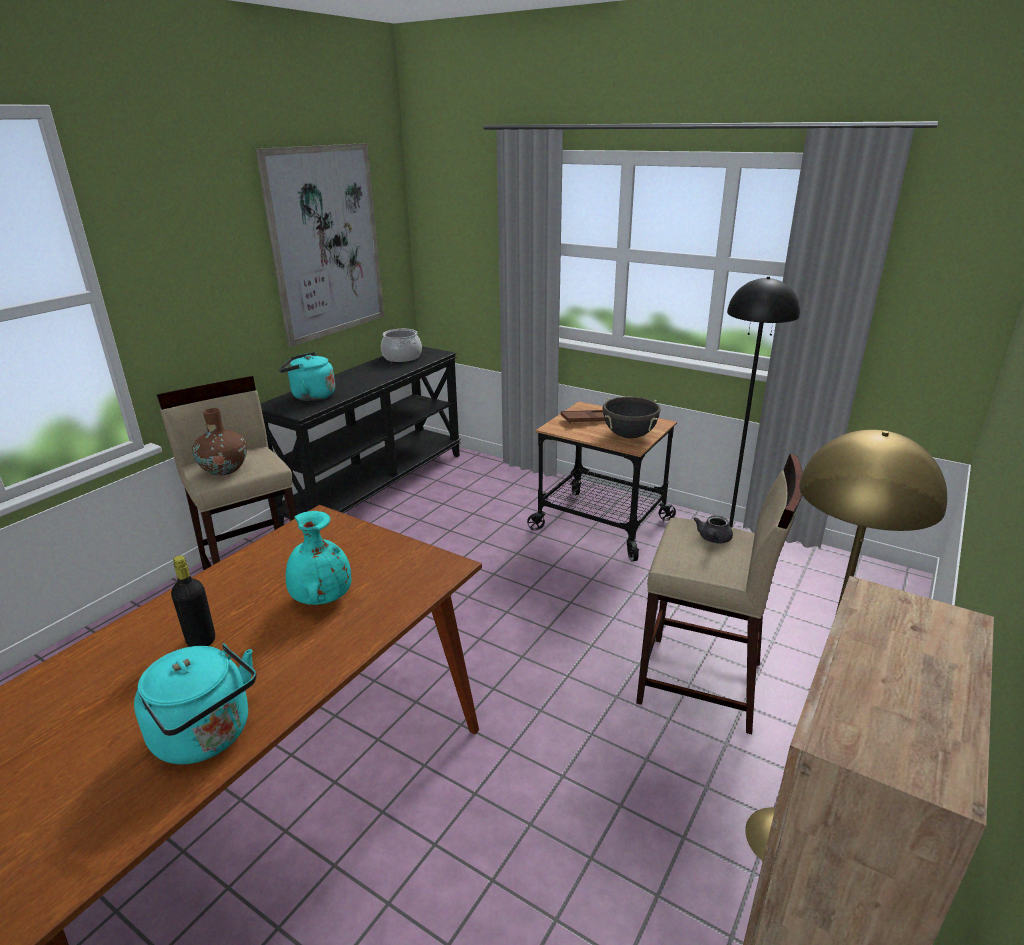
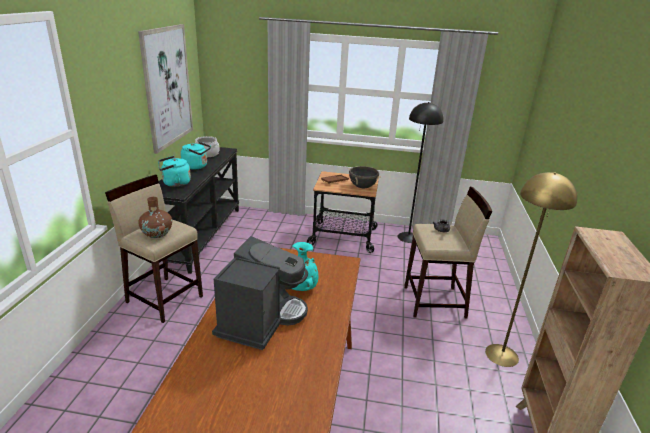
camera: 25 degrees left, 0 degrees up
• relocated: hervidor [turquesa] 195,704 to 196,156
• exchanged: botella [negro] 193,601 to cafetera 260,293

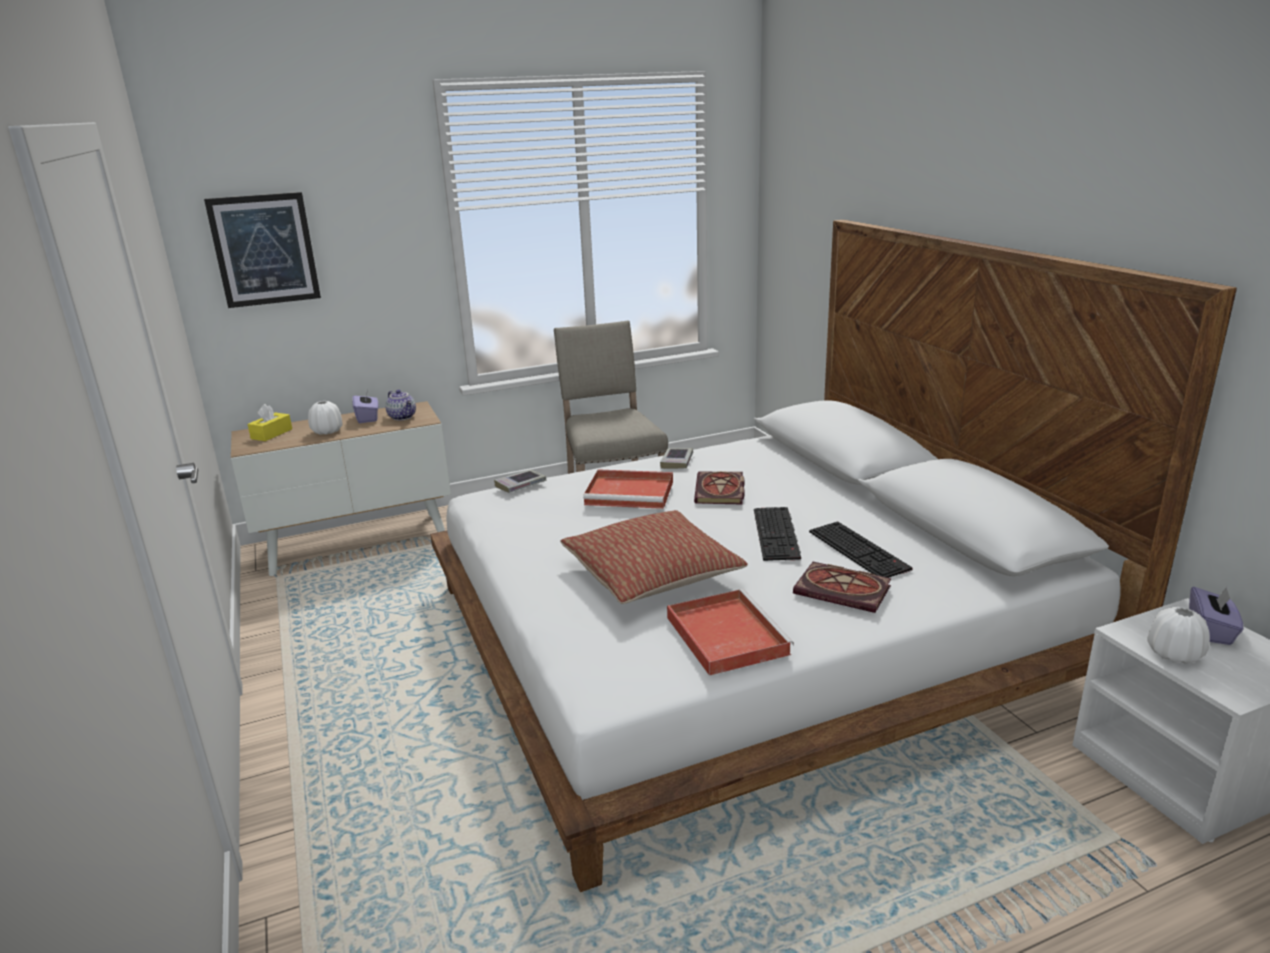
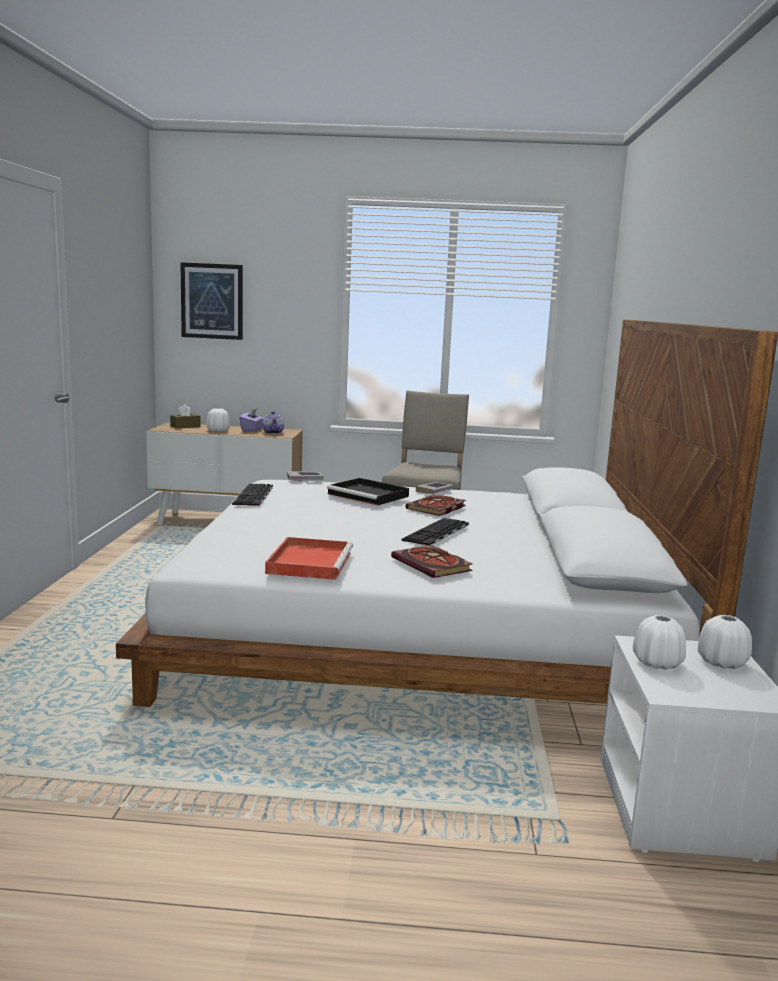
camera: 25 degrees right, 10 degrees down
• colour: caja de pañuelos [amarillo] 270,422 to caja de pañuelos [marrón] 185,416
• relocated: teclado 861,550 to 252,495
• colour: bandeja [rojo] 628,489 to bandeja [negro] 368,492
• exchanged: caja de pañuelos [morado] 1216,616 to florero [blanco] 725,642
• missing: cojín 654,557

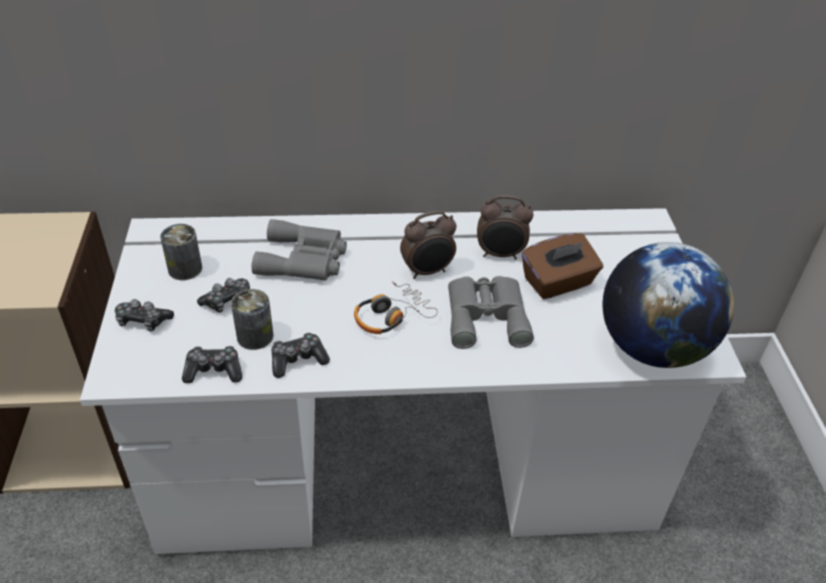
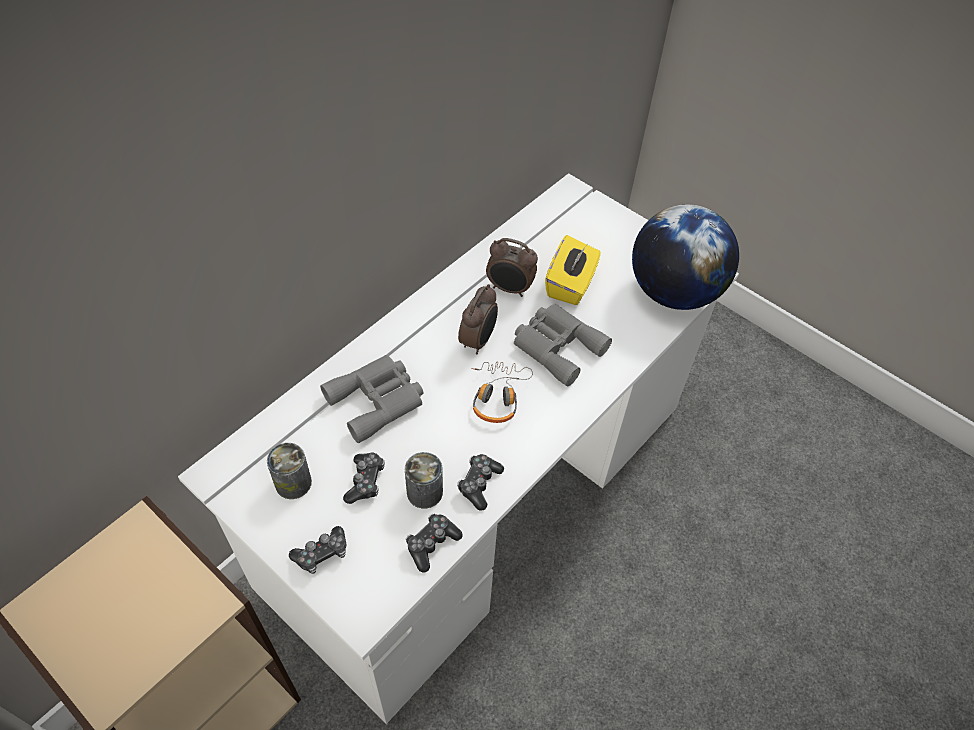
camera: 45 degrees left, 10 degrees up
• spun: despertador 505,227 = 512,267 60 degrees clockwise
• colour: caja de pañuelos [marrón] 562,266 to caja de pañuelos [amarillo] 573,270

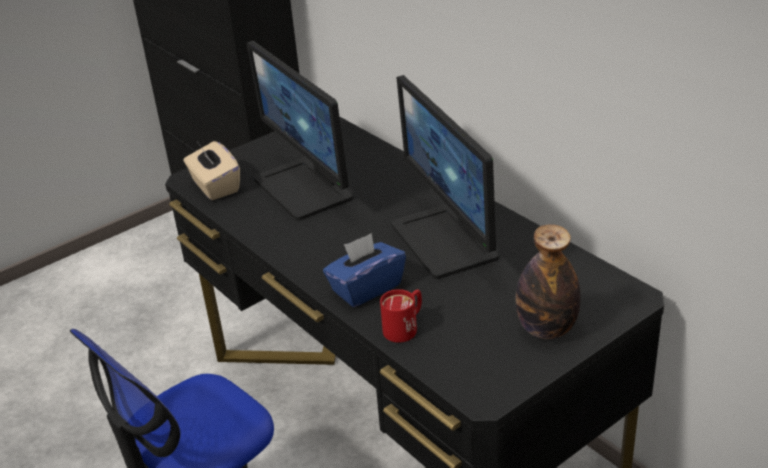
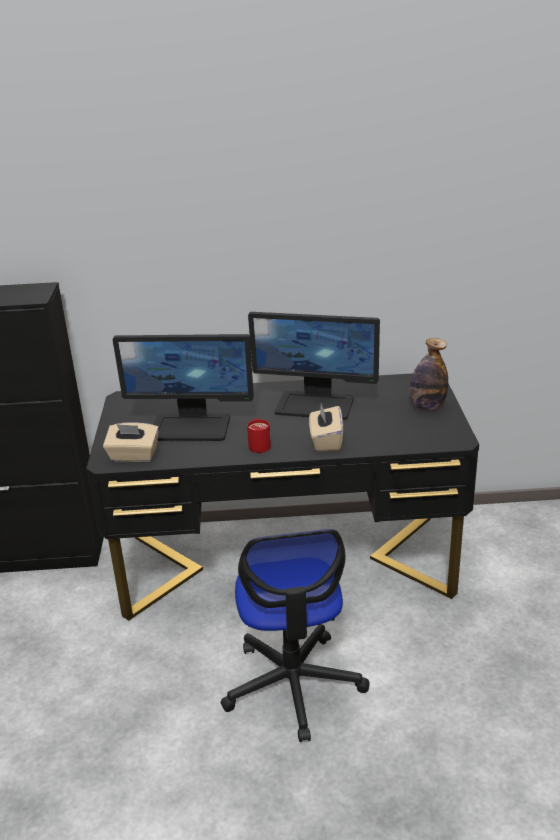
camera: 55 degrees left, 5 degrees down
• relocated: taza grande [rojo] 401,316 to 259,435
• colour: caja de pañuelos [azul] 364,270 to caja de pañuelos [beis] 326,427

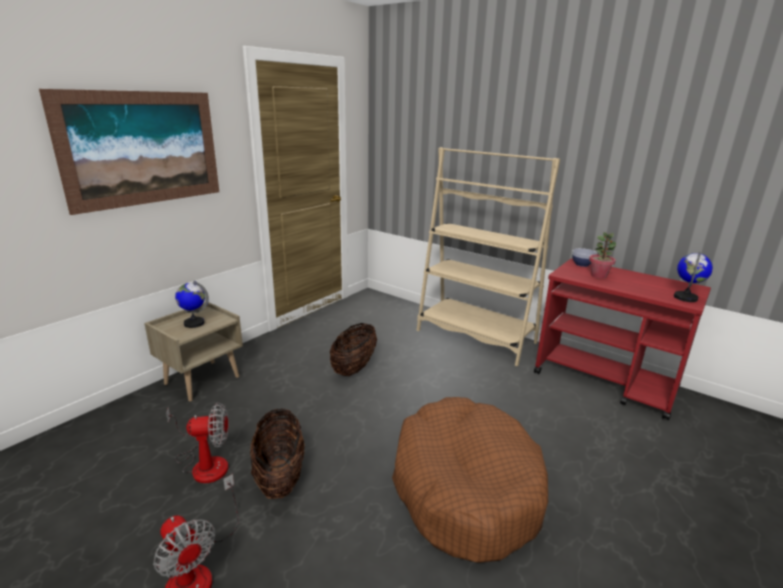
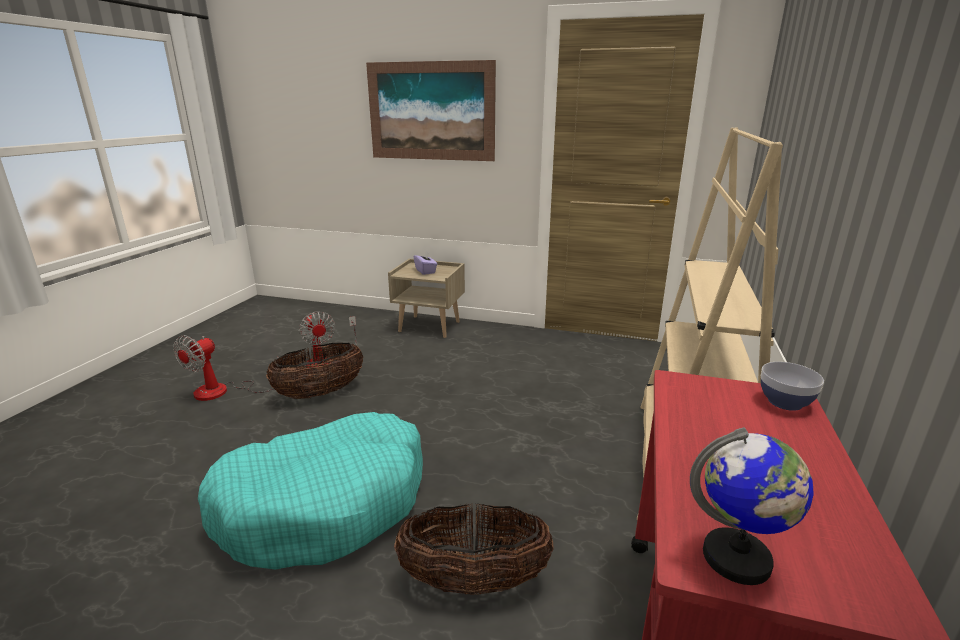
camera: 70 degrees right, 0 degrees up
• colour: cama para perro [marrón] 470,480 to cama para perro [turquesa] 310,490
• relocated: cesta 353,349 to 474,549
• exchanged: globo terráqueo 192,304 to caja de pañuelos [morado] 425,262
• missing: planta en maceta 602,255

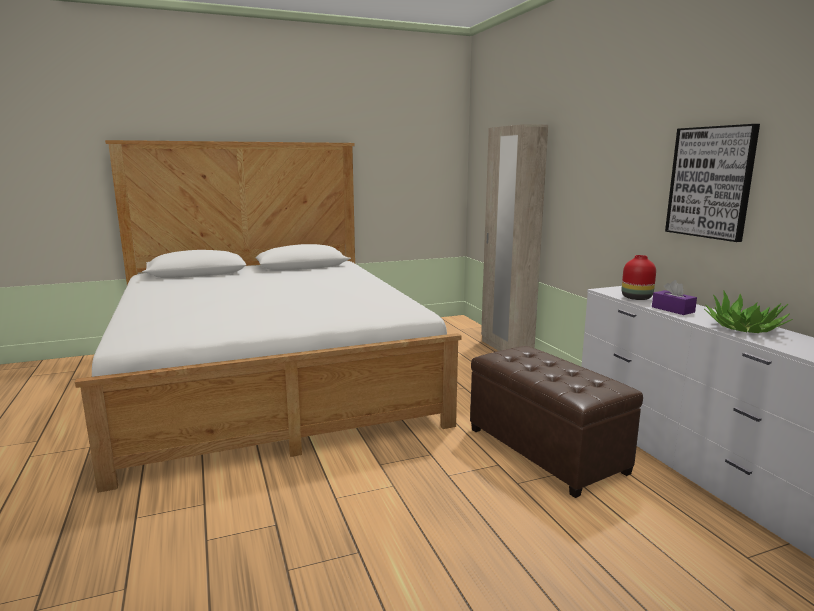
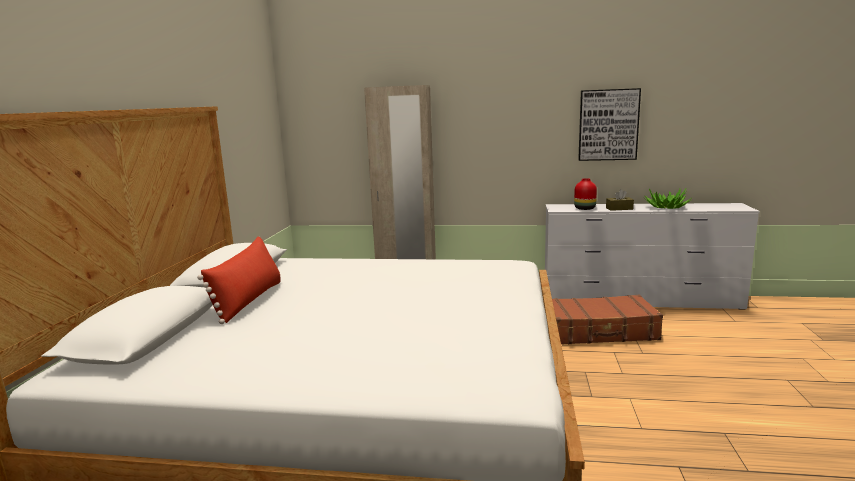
camera: 60 degrees left, 0 degrees up
• appeared: cojín [rojo] 239,280
• exchanged: puf [marrón] 556,422 to maleta [marrón] 607,319
• colour: caja de pañuelos [morado] 674,297 to caja de pañuelos [marrón] 620,200

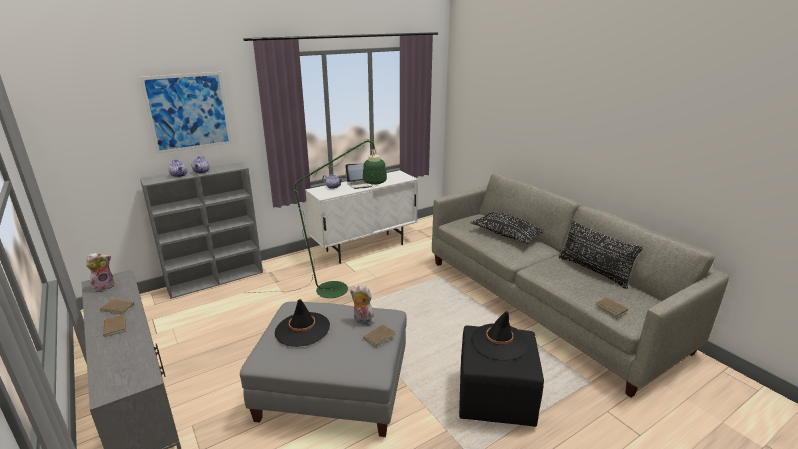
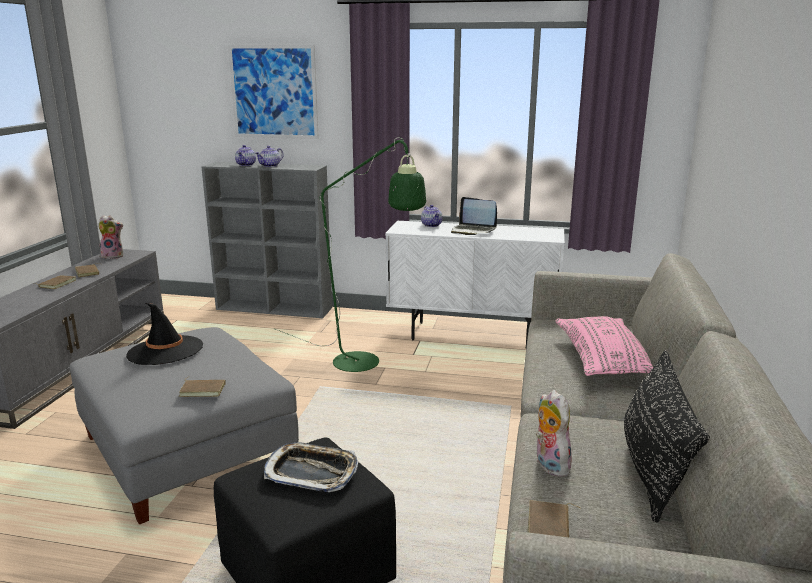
camera: 45 degrees right, 5 degrees down
• exchanged: sombrero [negro] 499,336 to bandeja 311,467
• relocated: peluche 362,305 to 555,433
• colour: cojín [negro] 507,228 to cojín [rosa] 604,346

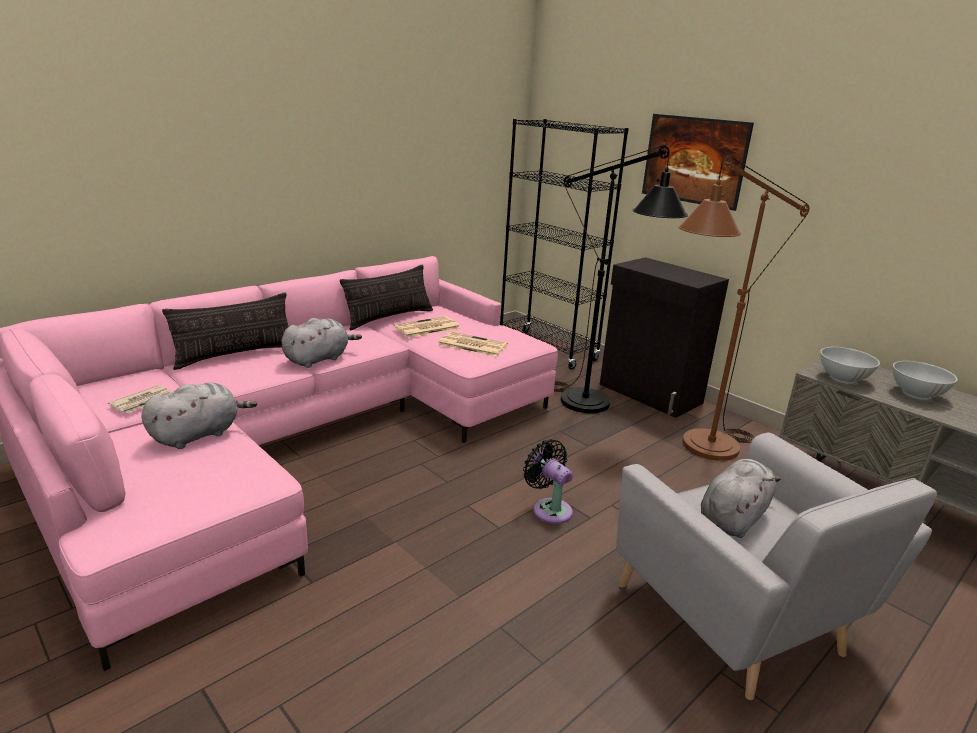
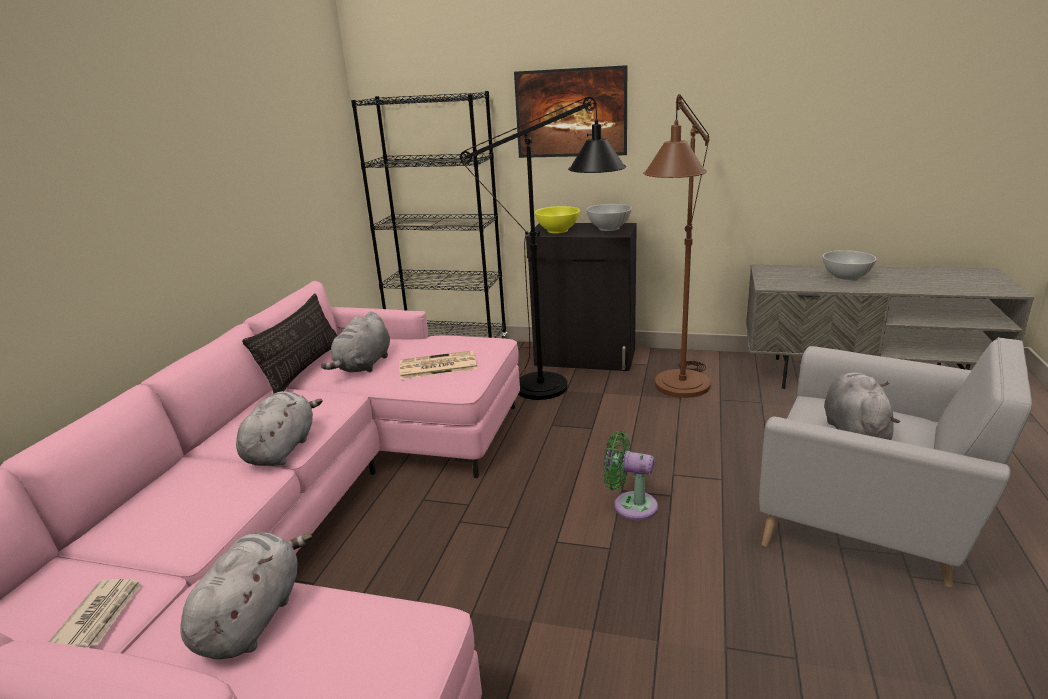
camera: 30 degrees left, 0 degrees up
• exchanged: periódico 426,327 to peluche [gris] 355,341
• appeared: cuenco [amarillo] 557,219
• relocated: cuenco [blanco] 850,365 to 609,217
• colour: ventilador [negro] 548,481 to ventilador [verde] 630,475
• missing: cojín 225,331

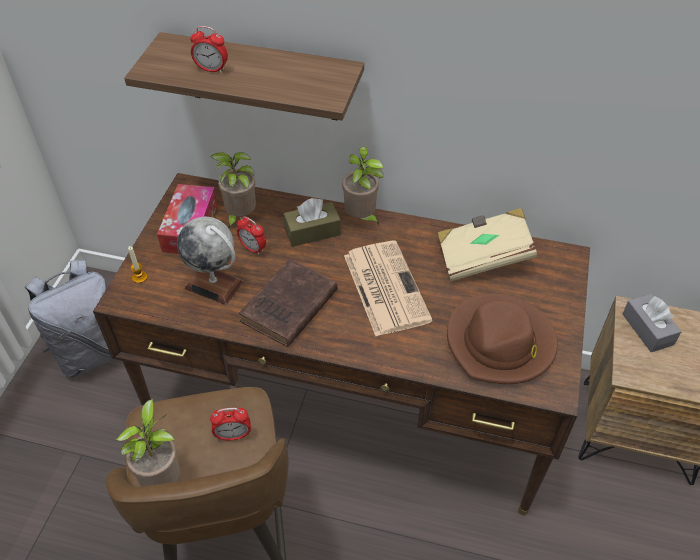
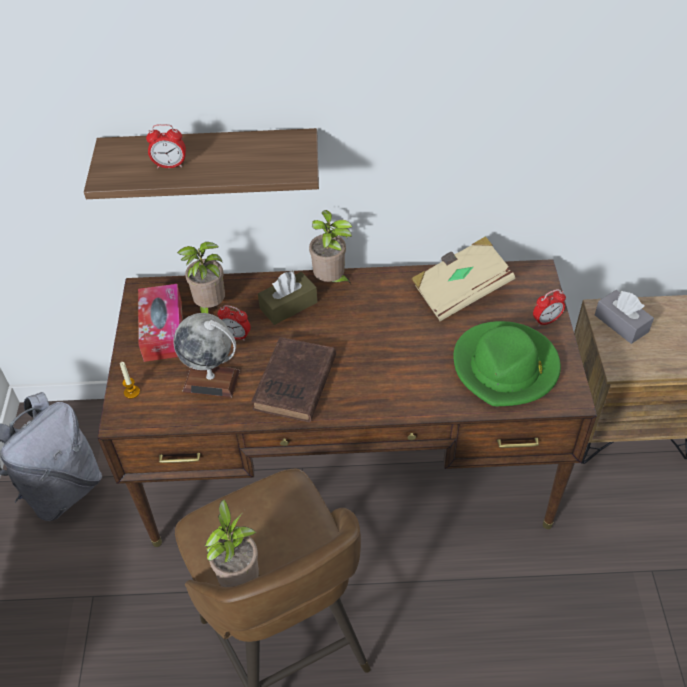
camera: 15 degrees left, 0 degrees up
• colour: sombrero [marrón] 502,338 to sombrero [verde] 507,363
• relocated: despertador 230,424 to 549,307
• missing: periódico 388,288

